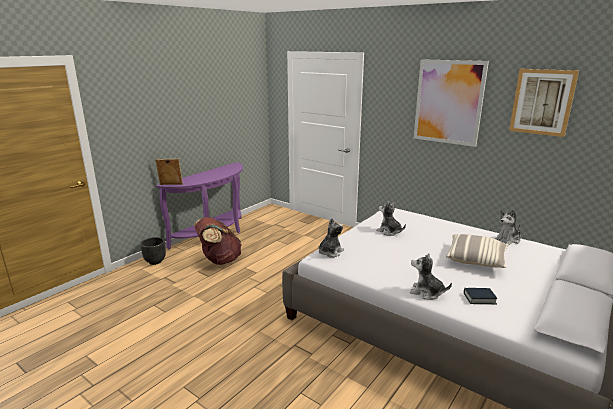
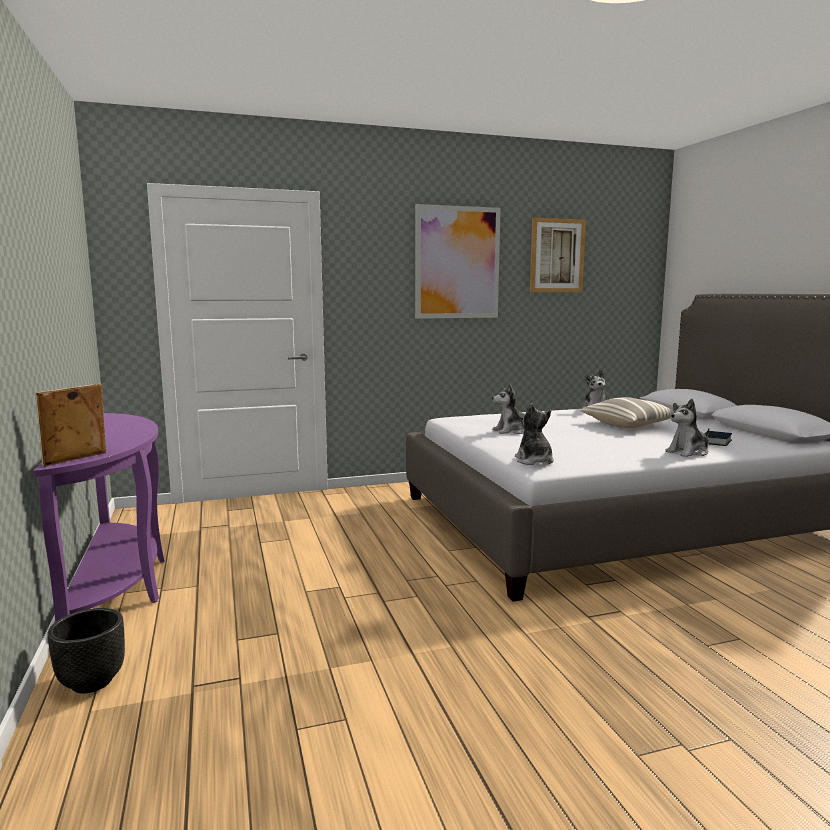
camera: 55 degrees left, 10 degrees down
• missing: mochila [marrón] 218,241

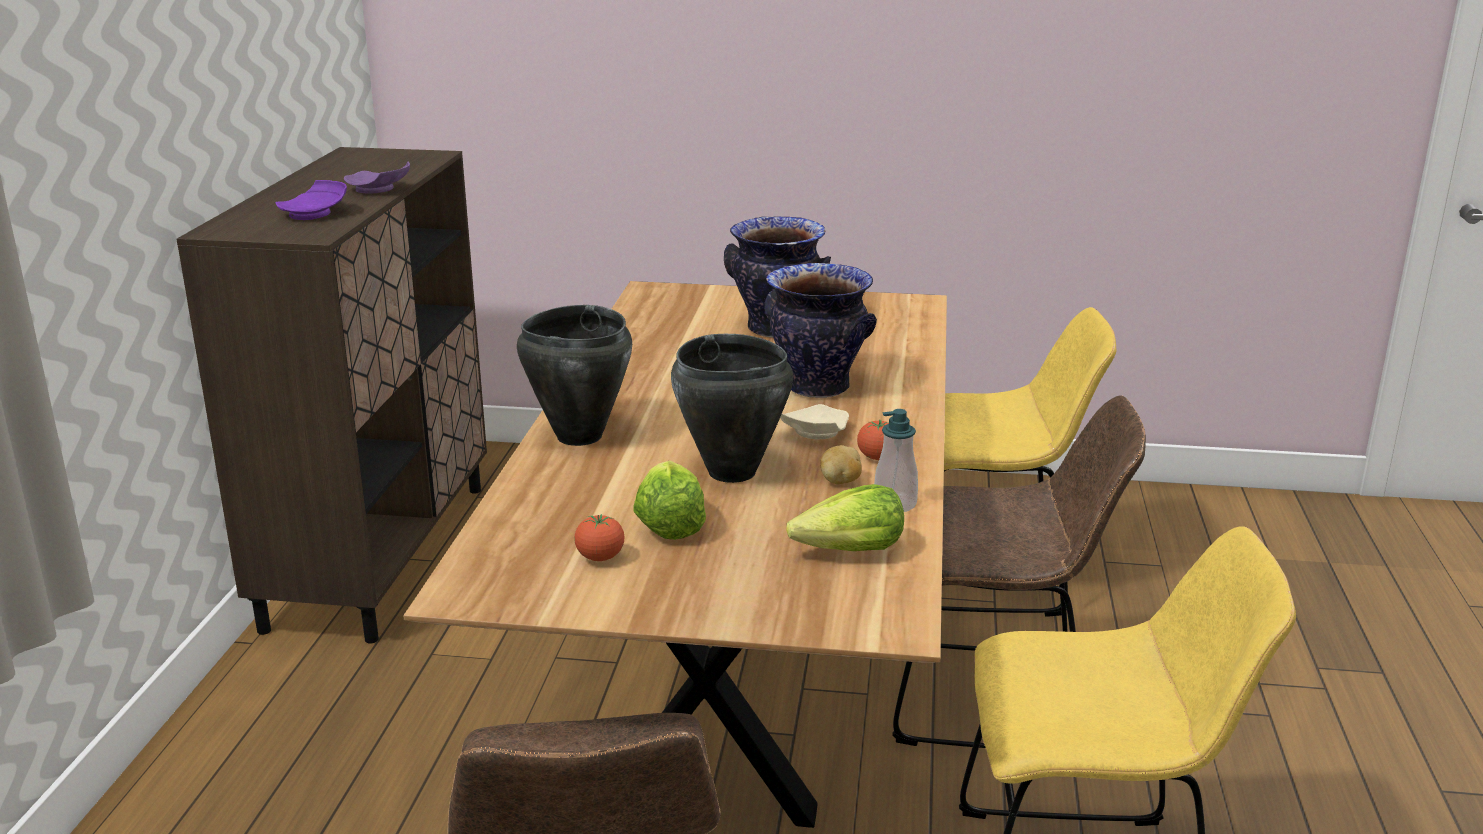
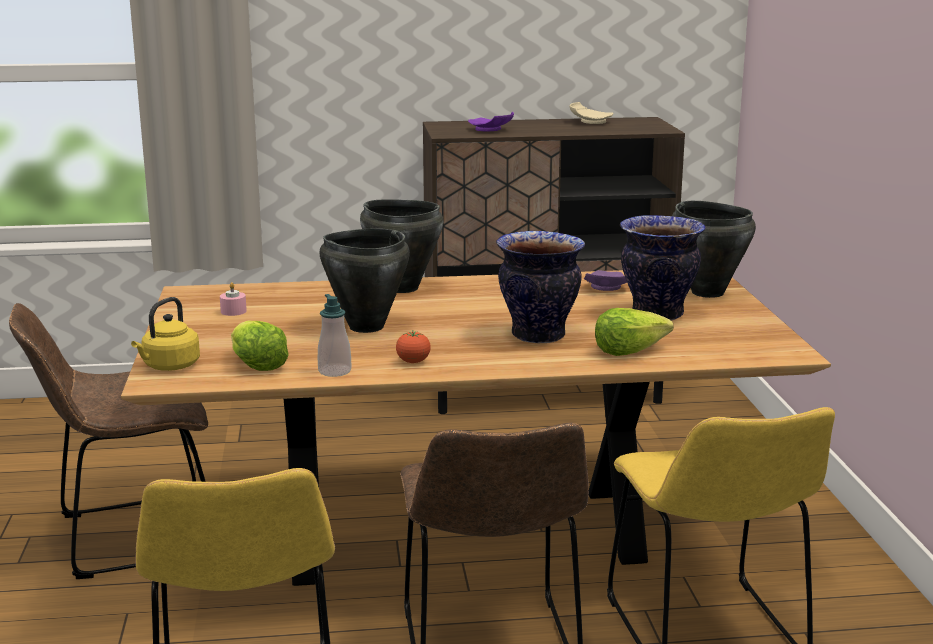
camera: 75 degrees right, 5 degrees down
• appeared: hervidor [amarillo] 165,334
• exchanged: tomate 599,537 to vela [rosa] 233,299
• relocated: plato [beis] 814,421 to 592,113
• relocated: plato [morado] 377,178 to 605,280
• relocated: lechuga 669,500 to 634,332
• appeared: olla [negro] 714,249
• missing: patata 841,464

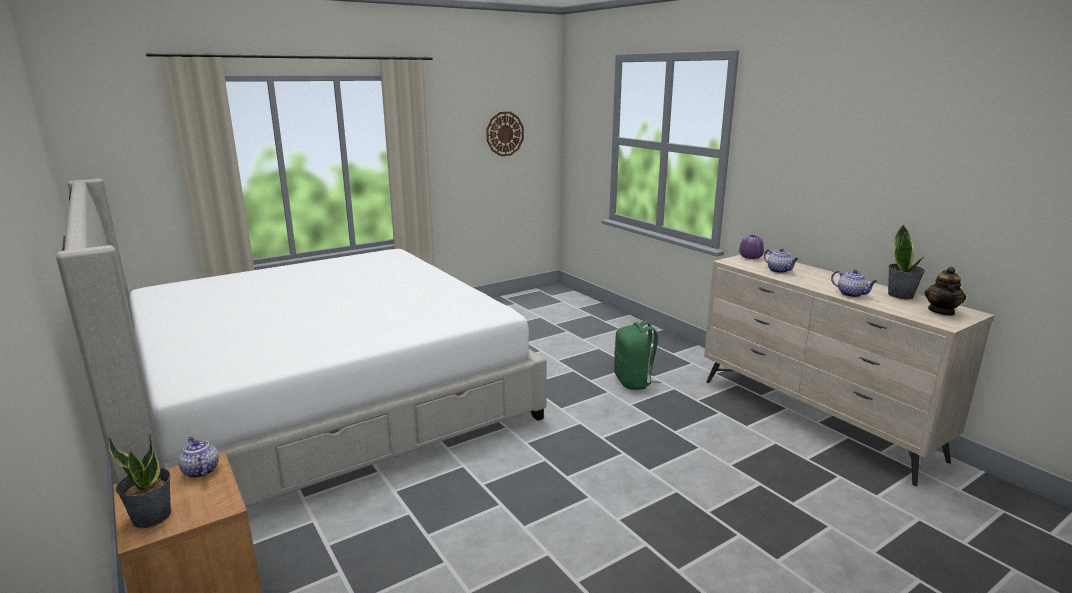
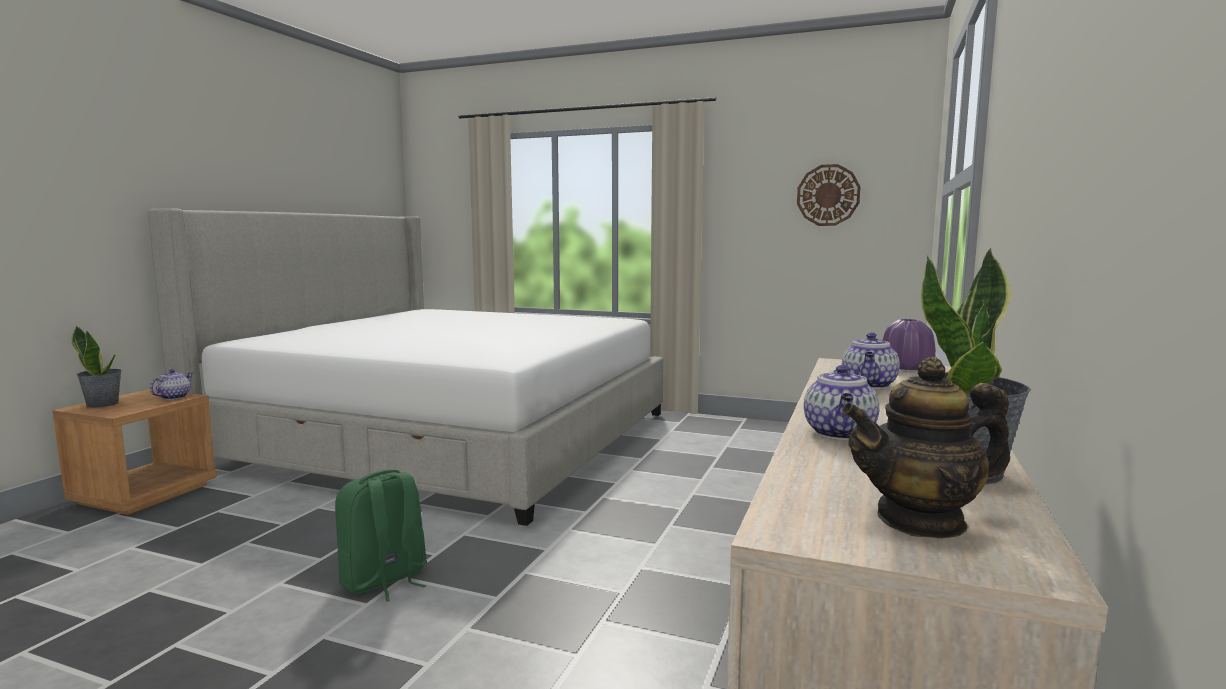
camera: 55 degrees right, 10 degrees down
• relocated: mochila [verde] 637,355 to 381,535

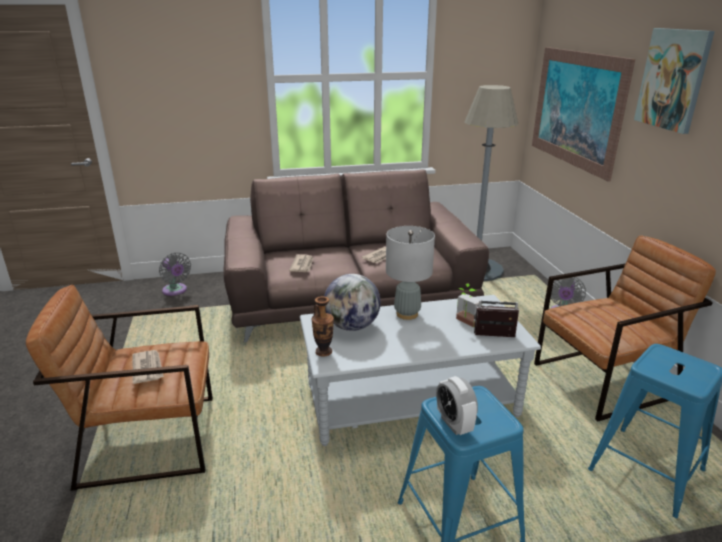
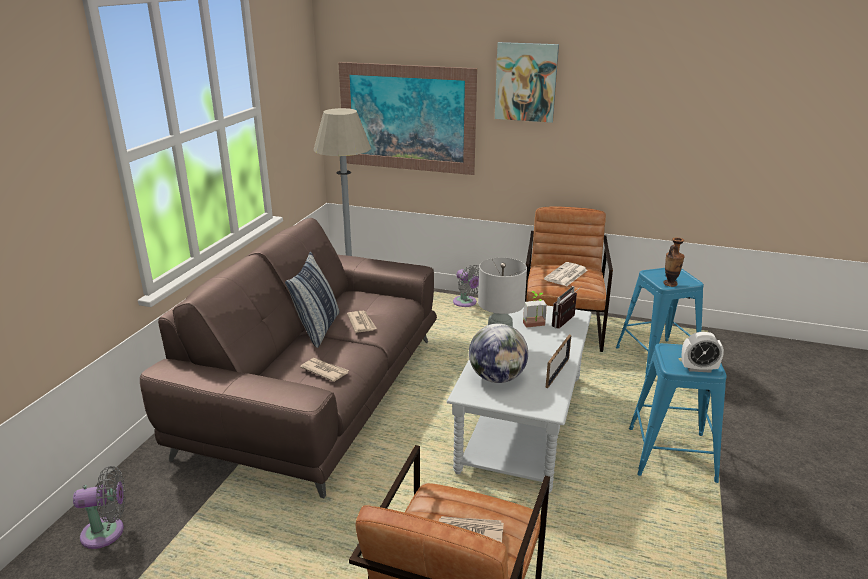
camera: 60 degrees left, 0 degrees up
• appeared: cojín 312,300
• appeared: periódico 565,274
• appeared: portarretratos 558,361
• relocated: florero 322,326 to 674,262

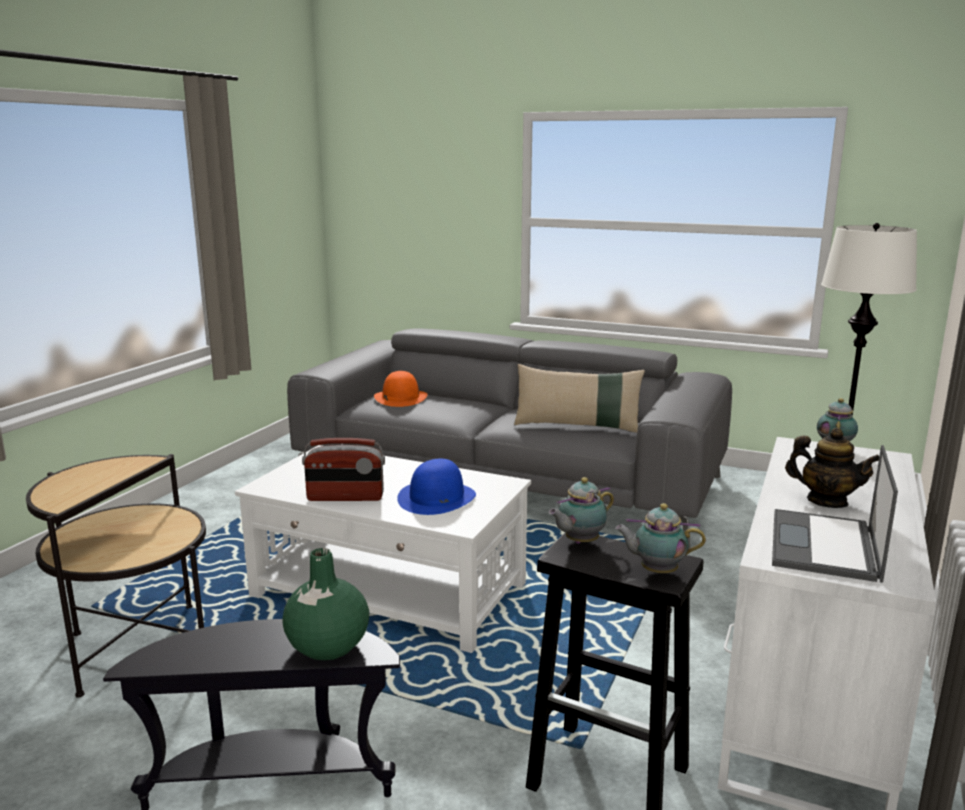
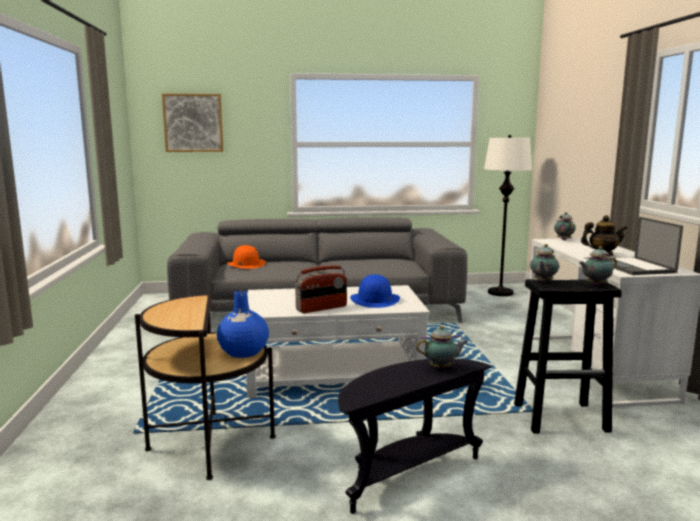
camera: 30 degrees left, 5 degrees down
• appeared: cuadro 192,123
• appeared: florero [azul] 243,324
• exchanged: florero [verde] 325,604 to tetera 442,346
• missing: cojín [beis] 579,398

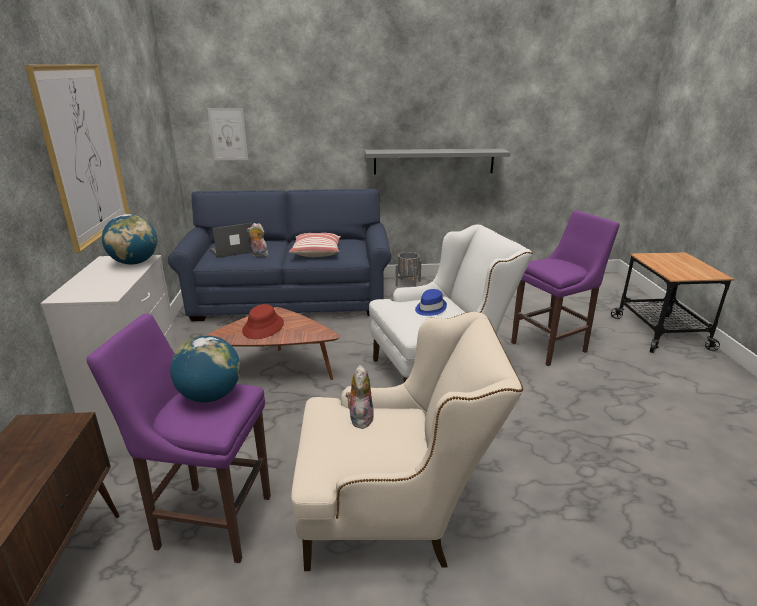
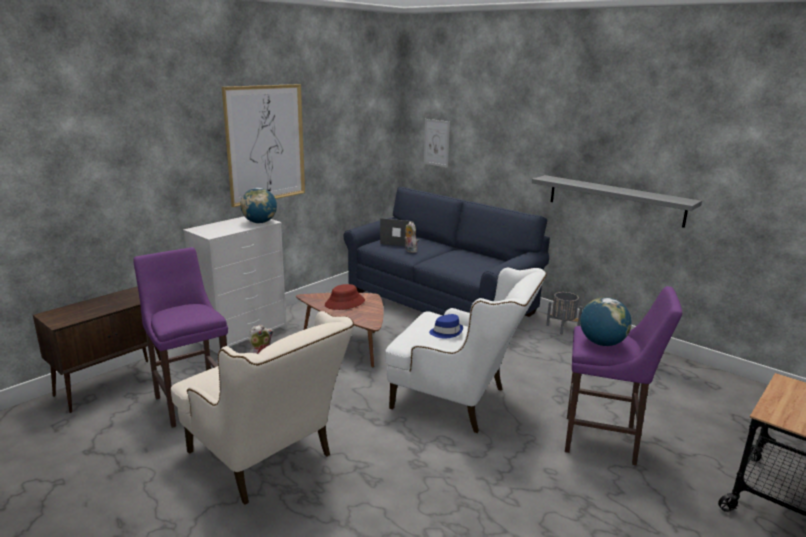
camera: 45 degrees right, 5 degrees down
• relocated: globo terráqueo 205,369 to 606,321
• missing: cojín 315,245

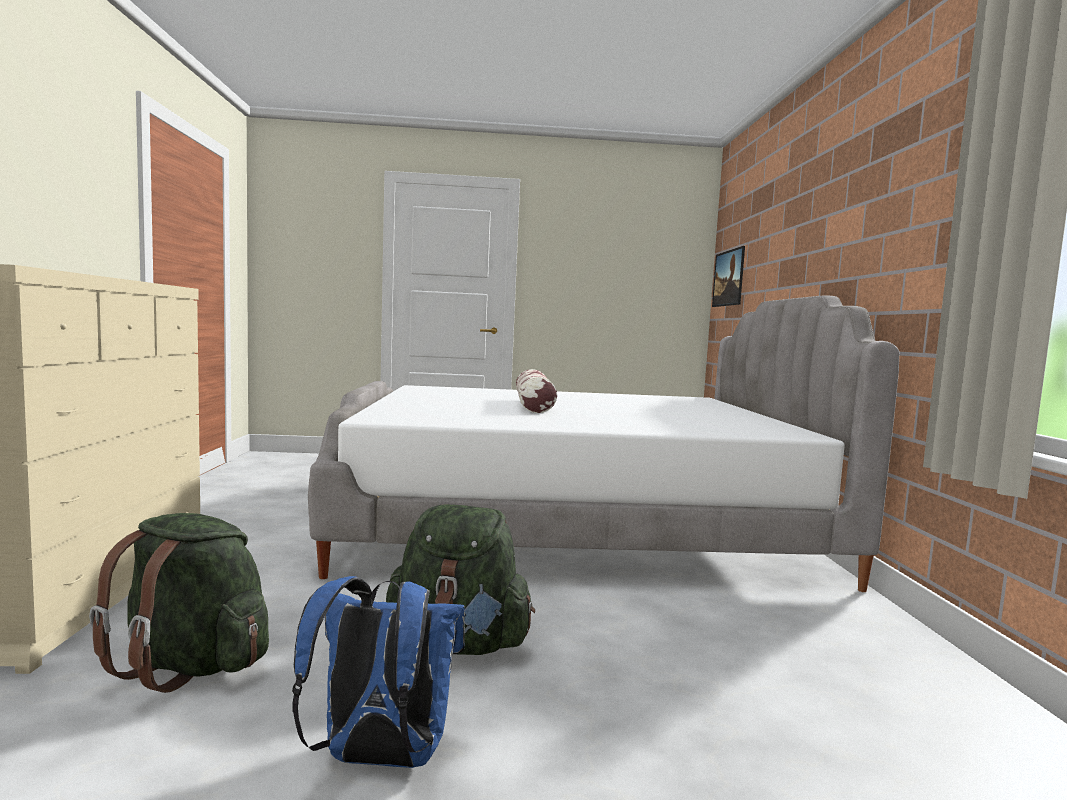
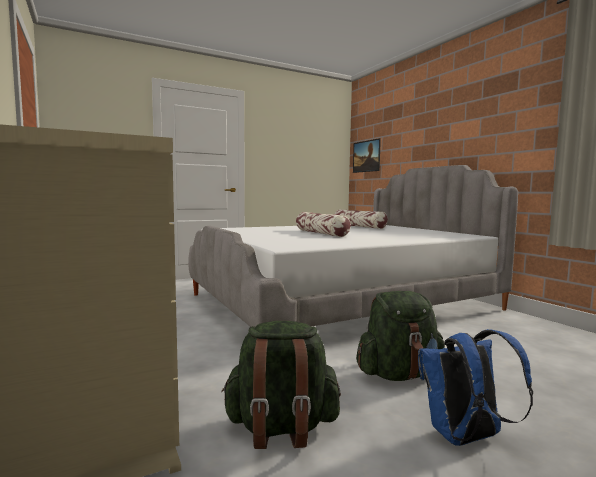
camera: 25 degrees left, 0 degrees up
• appeared: cojín 361,219

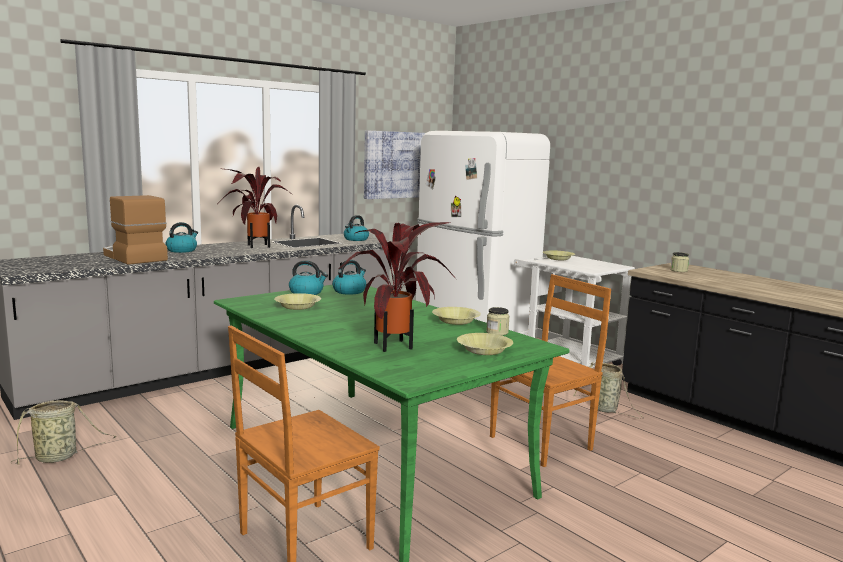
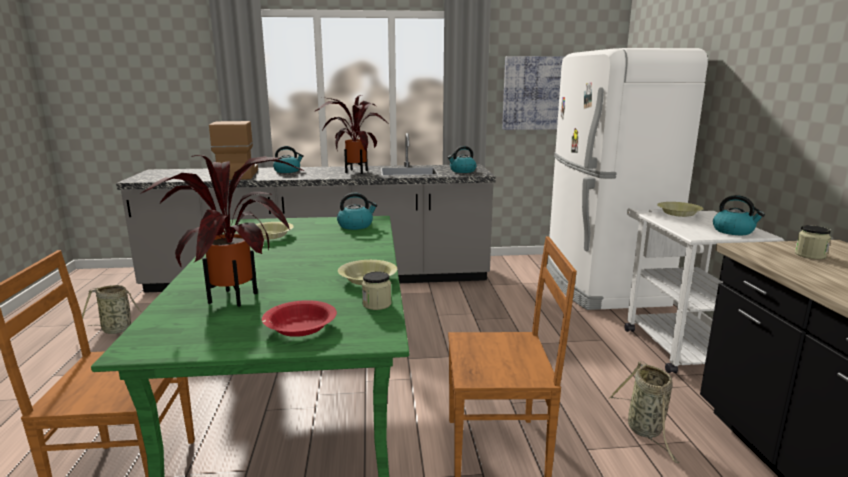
camera: 35 degrees right, 5 degrees up
• colour: cuenco [amarillo] 485,344 to cuenco [rojo] 299,318
• relocated: hervidor 308,277 to 739,215

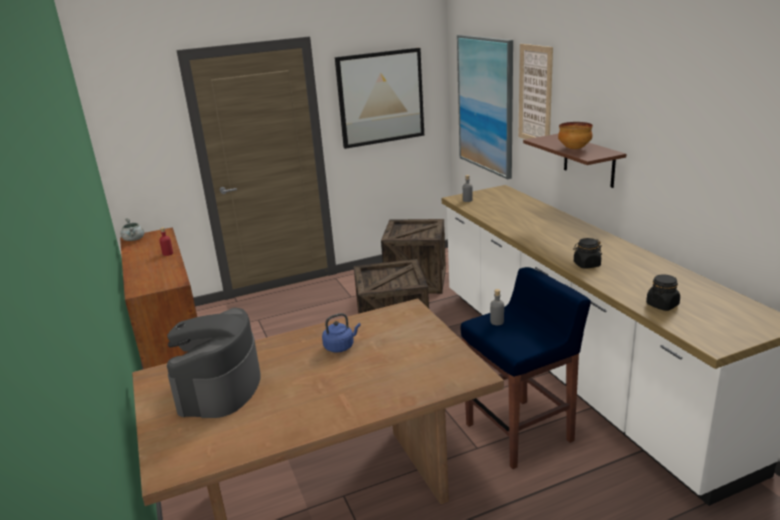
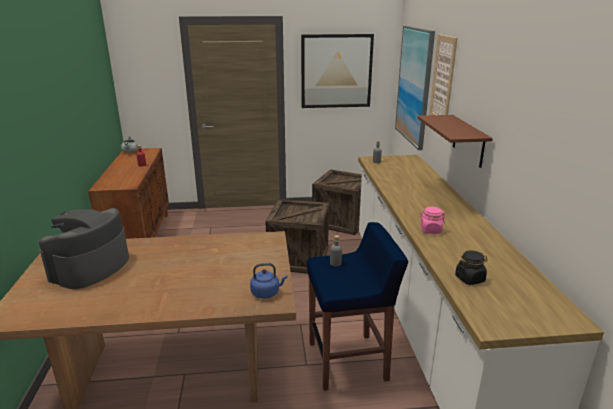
camera: 15 degrees right, 0 degrees up
• relocated: hervidor [azul] 341,333 to 269,281
• colour: tarro [negro] 587,253 to tarro [rosa] 432,220
• missing: cuenco 575,135

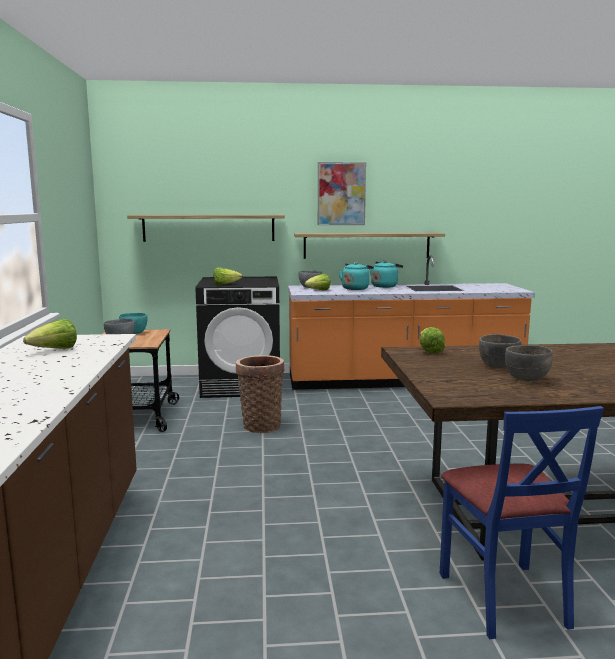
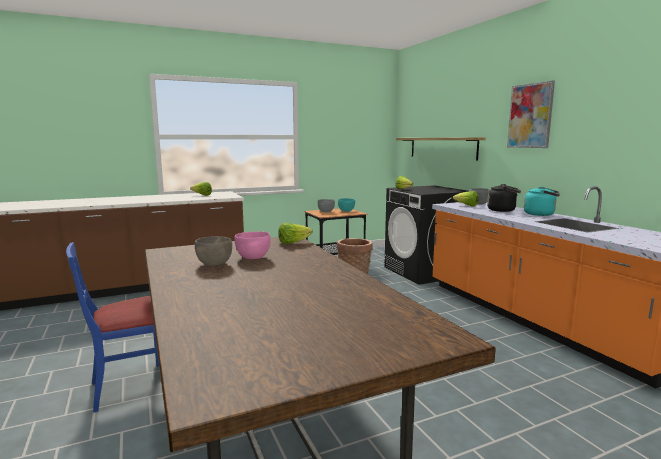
camera: 70 degrees right, 0 degrees up
• colour: cuenco [gris] 500,351 to cuenco [rosa] 252,245
• colour: hervidor [turquesa] 356,276 to hervidor [negro] 504,198
• missing: estante 369,246

